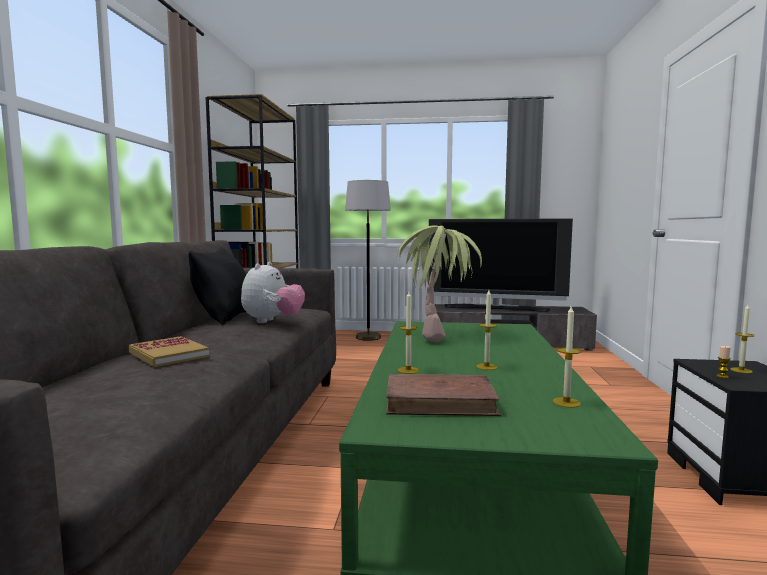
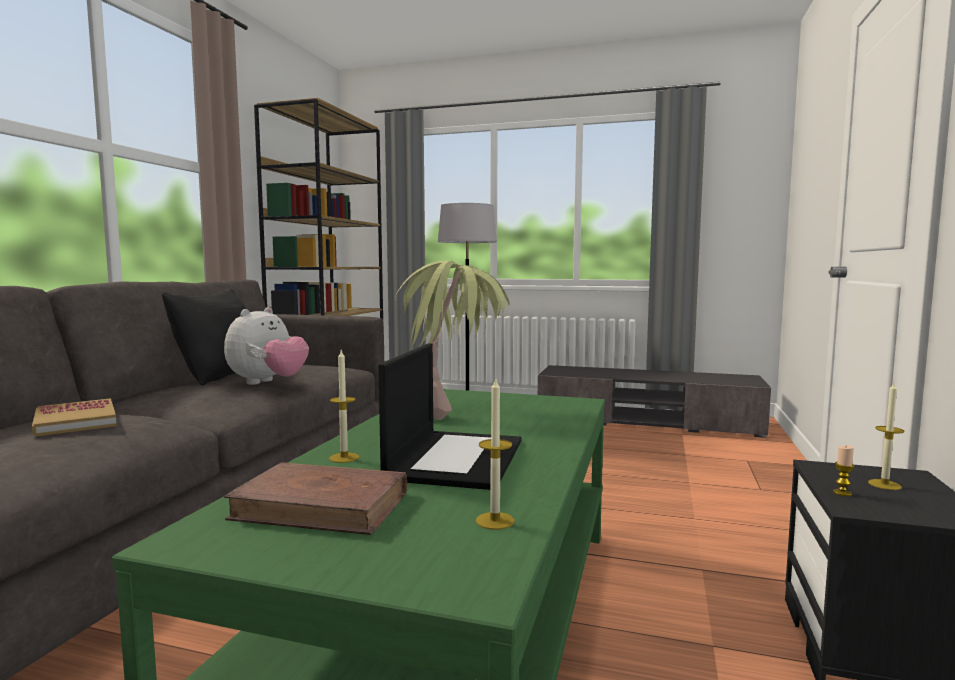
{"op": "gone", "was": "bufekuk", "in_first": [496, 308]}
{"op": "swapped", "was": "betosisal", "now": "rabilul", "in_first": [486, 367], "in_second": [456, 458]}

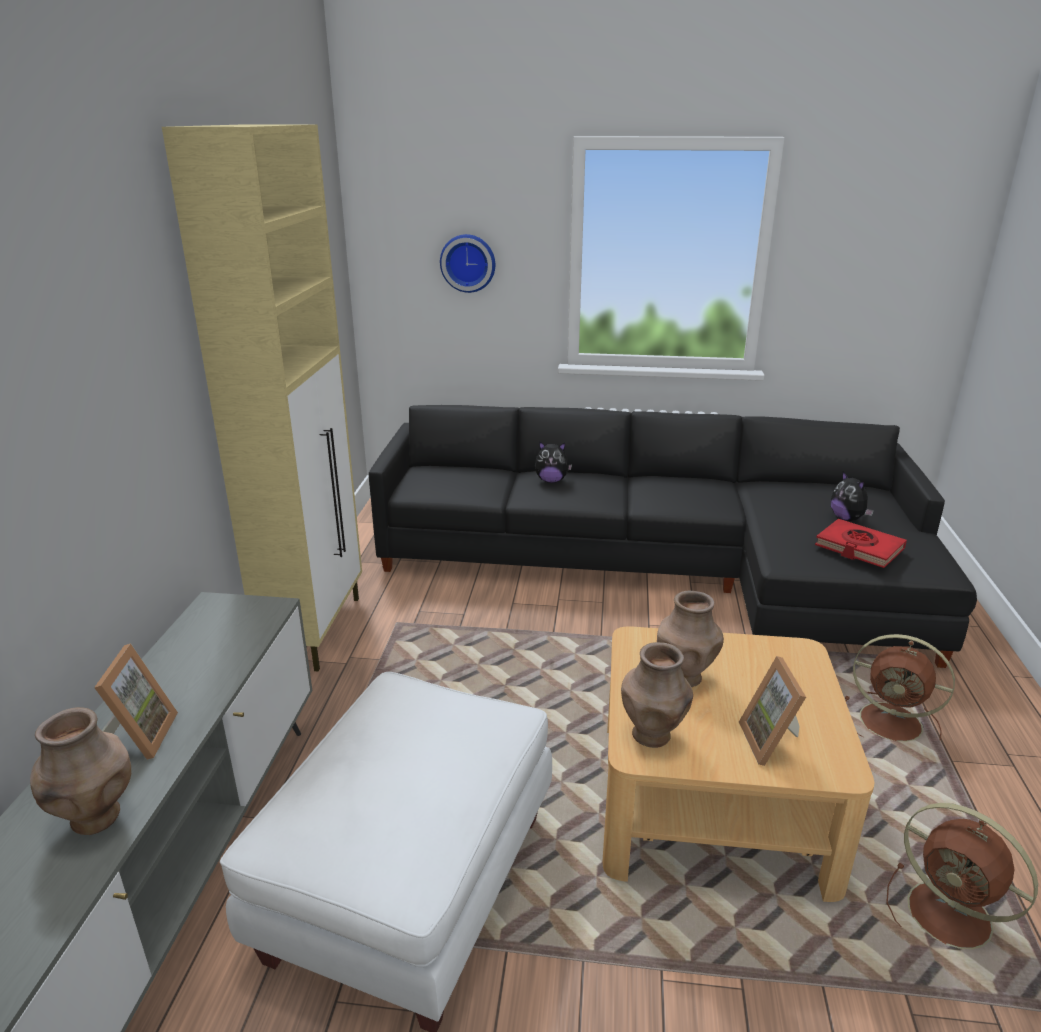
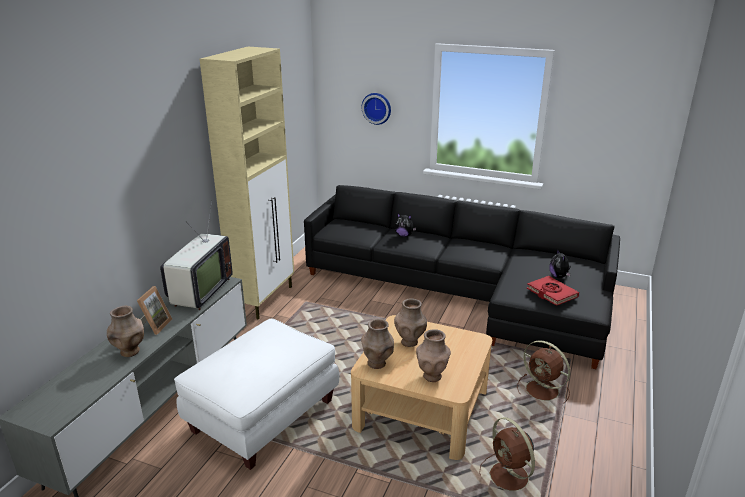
{"op": "swapped", "was": "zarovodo", "now": "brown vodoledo", "in_first": [773, 742], "in_second": [432, 376]}
{"op": "new", "now": "bufekuk", "in_second": [199, 292]}

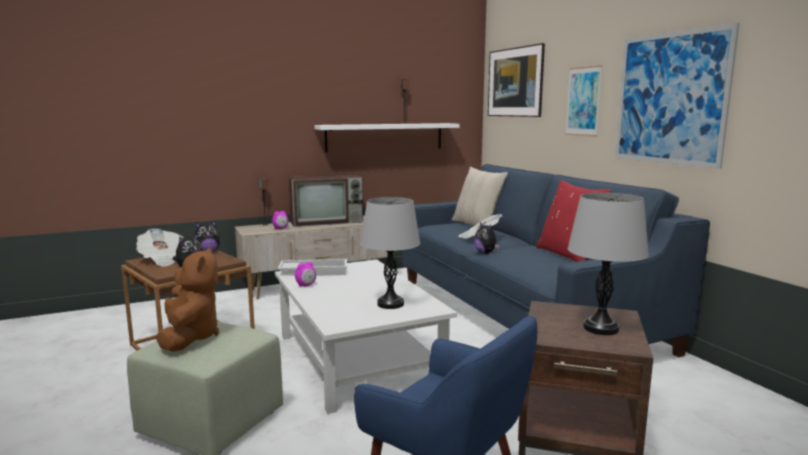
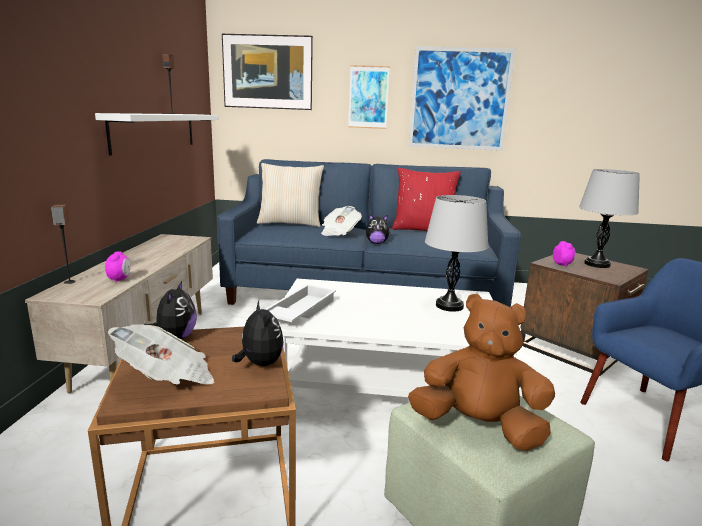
{"op": "gone", "was": "bufekuk", "in_first": [328, 222]}
{"op": "shifted", "was": "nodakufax", "in_first": [306, 285], "in_second": [562, 264]}

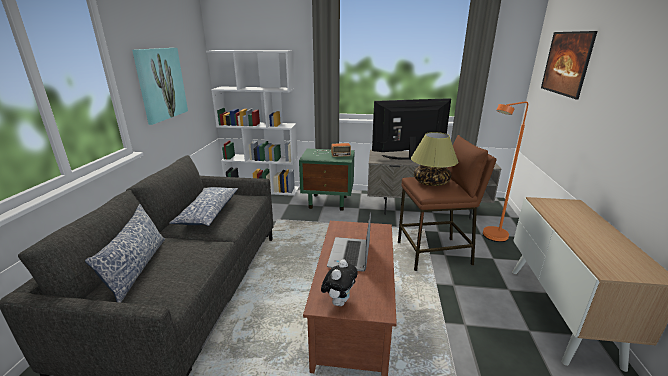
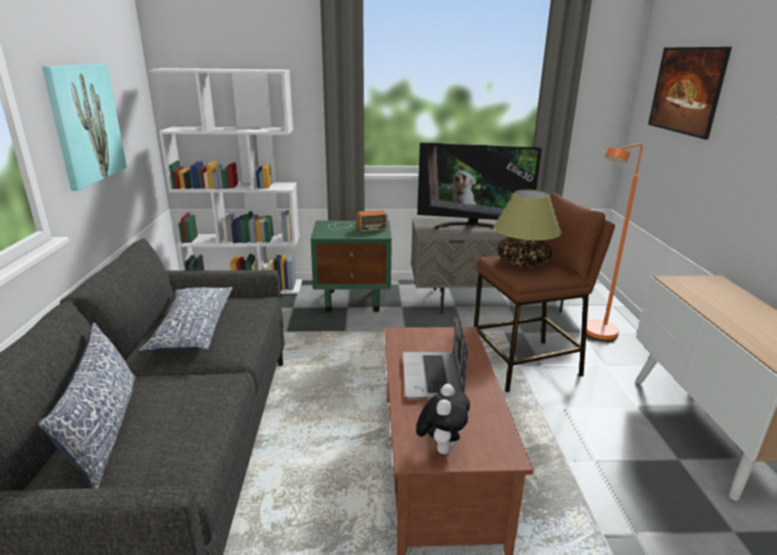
{"op": "rotated", "was": "bufekuk", "in_first": [409, 157], "in_second": [473, 227], "clockwise": -150}

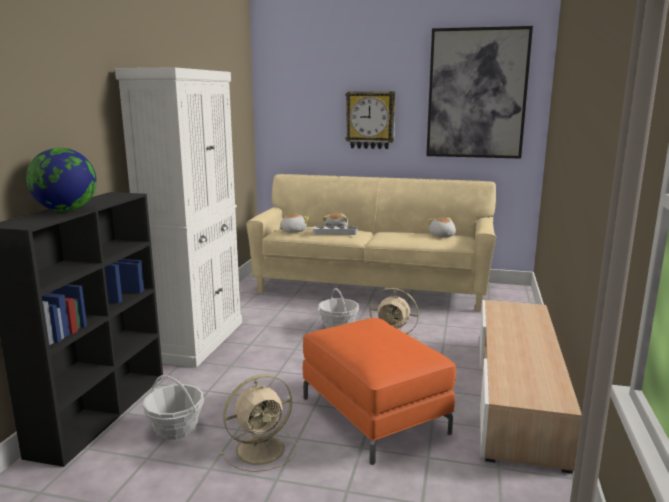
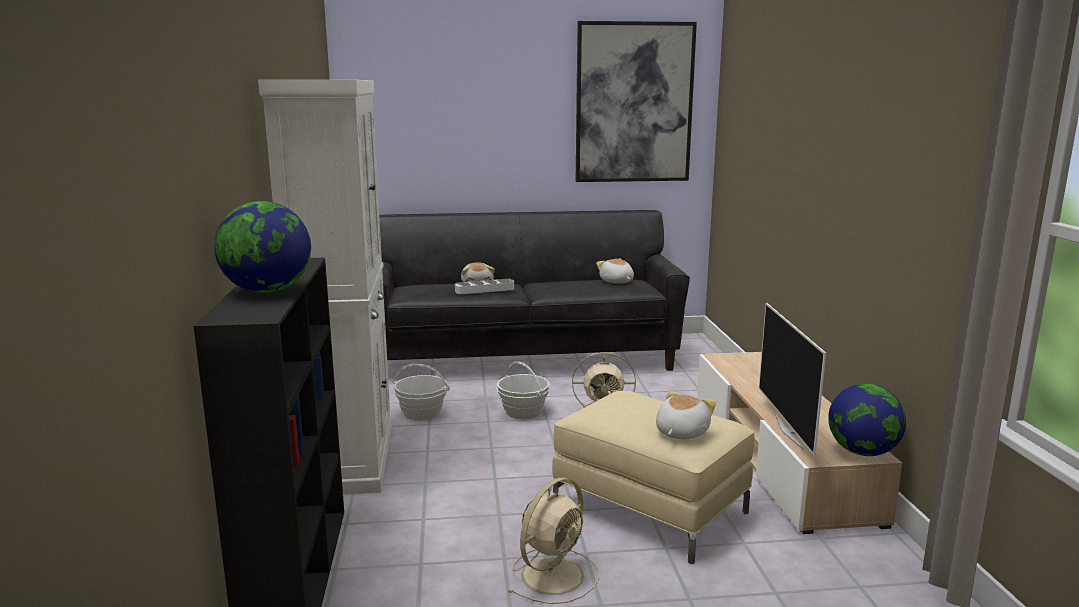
{"op": "gone", "was": "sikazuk", "in_first": [370, 120]}
{"op": "repainted", "was": "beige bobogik", "now": "black bobogik", "in_first": [371, 288], "in_second": [523, 358]}
{"op": "shifted", "was": "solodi", "in_first": [292, 231], "in_second": [680, 432]}
{"op": "repainted", "was": "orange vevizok", "now": "beige vevizok", "in_first": [373, 415], "in_second": [649, 508]}
{"op": "shifted", "was": "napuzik", "in_first": [176, 428], "in_second": [422, 413]}
{"op": "new", "now": "bufekuk", "in_second": [790, 431]}
{"op": "new", "now": "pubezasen", "in_second": [862, 452]}

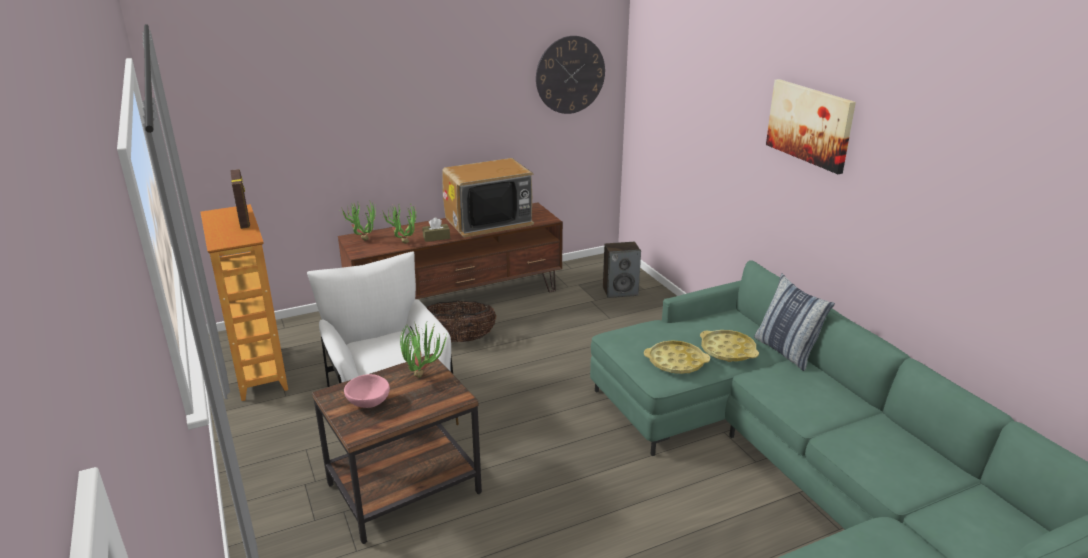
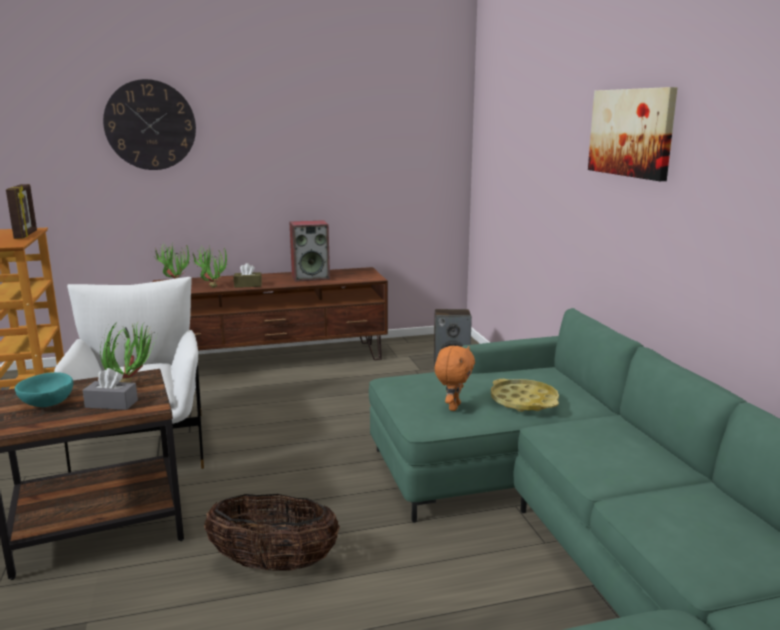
{"op": "shifted", "was": "sikazuk", "in_first": [570, 75], "in_second": [150, 125]}
{"op": "swapped", "was": "bufekuk", "now": "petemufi", "in_first": [488, 221], "in_second": [311, 277]}
{"op": "gone", "was": "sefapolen", "in_first": [786, 351]}
{"op": "shifted", "was": "napuzik", "in_first": [458, 339], "in_second": [274, 564]}
{"op": "swapped", "was": "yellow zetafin", "now": "orange solodi", "in_first": [676, 362], "in_second": [453, 407]}
{"op": "repainted", "was": "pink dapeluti", "now": "turquoise dapeluti", "in_first": [368, 403], "in_second": [46, 404]}
{"op": "new", "now": "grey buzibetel", "in_second": [111, 404]}

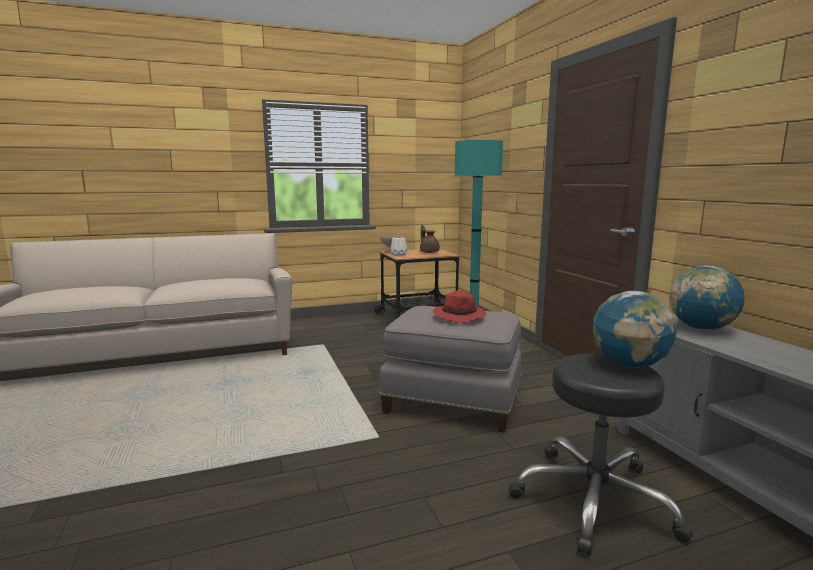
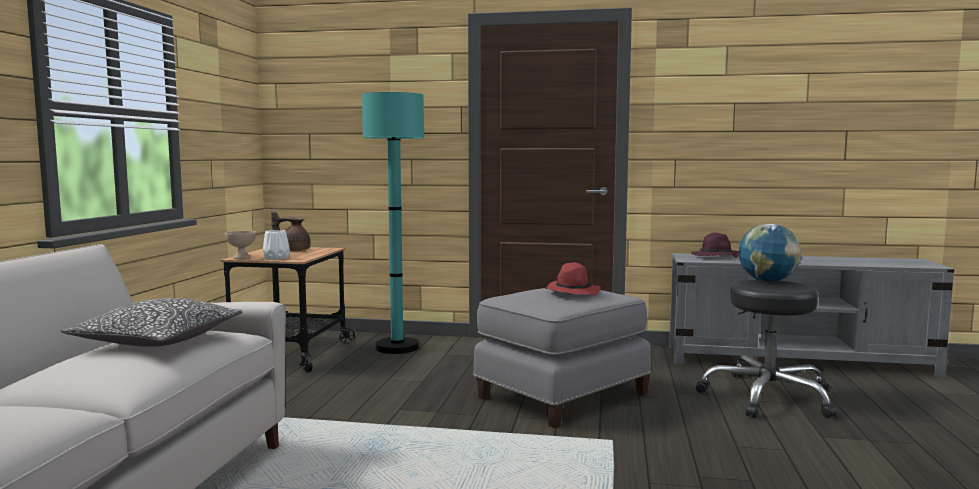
{"op": "swapped", "was": "pubezasen", "now": "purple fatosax", "in_first": [701, 328], "in_second": [715, 257]}
{"op": "new", "now": "sefapolen", "in_second": [158, 340]}

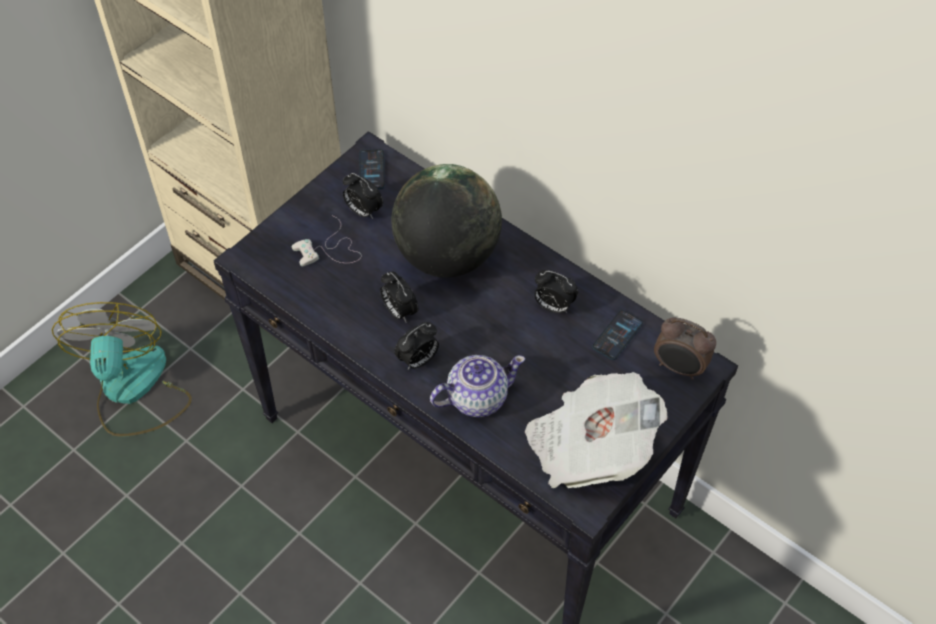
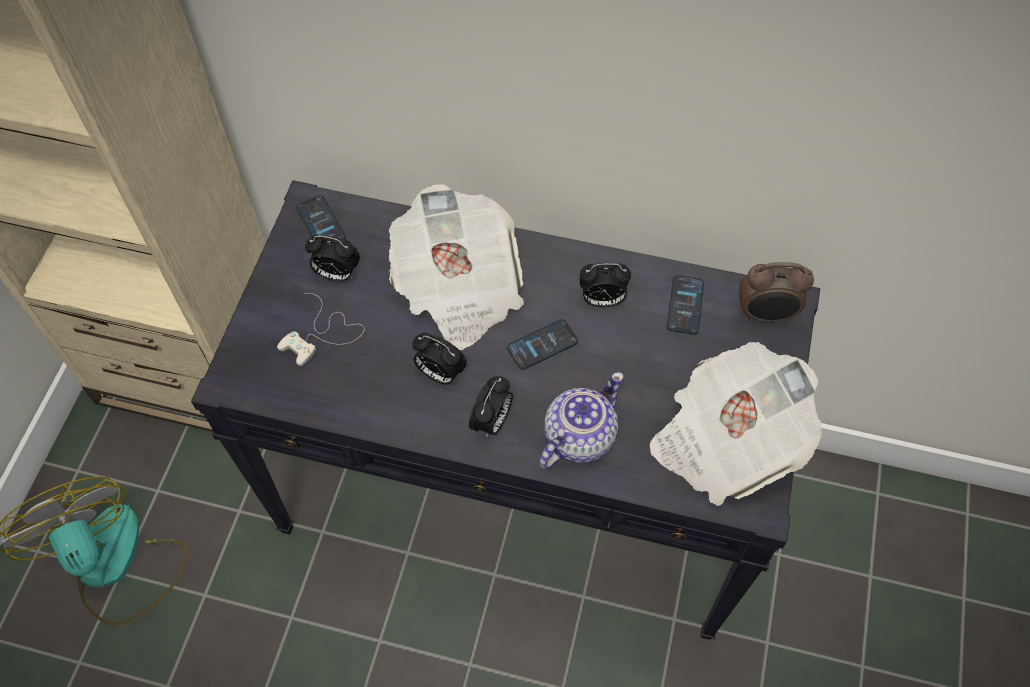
{"op": "swapped", "was": "pubezasen", "now": "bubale", "in_first": [447, 256], "in_second": [459, 288]}
{"op": "new", "now": "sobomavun", "in_second": [542, 345]}

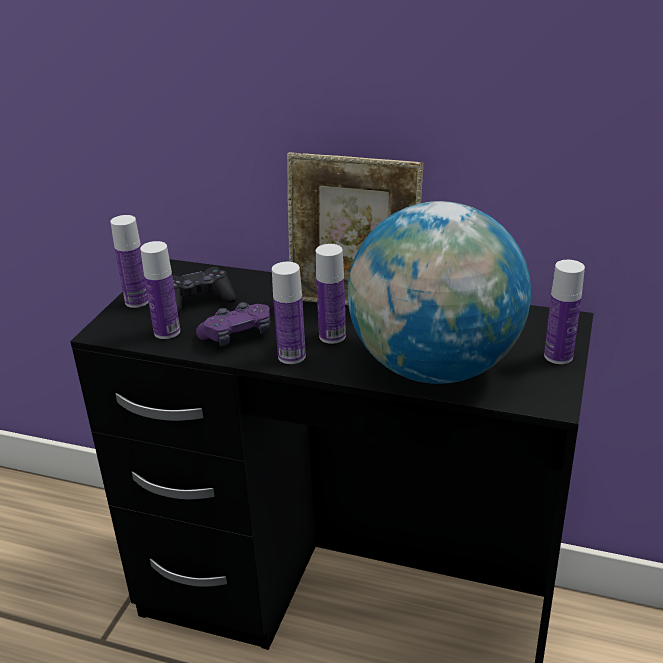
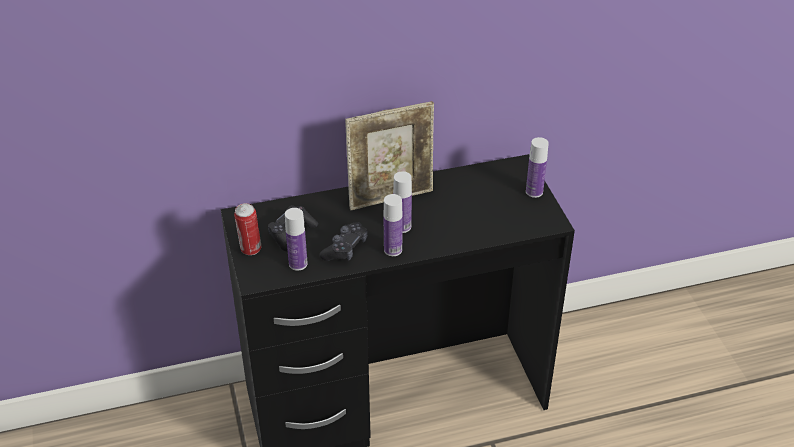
{"op": "gone", "was": "pubezasen", "in_first": [435, 367]}
{"op": "swapped", "was": "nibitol", "now": "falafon", "in_first": [137, 301], "in_second": [250, 249]}
{"op": "repainted", "was": "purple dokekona", "now": "black dokekona", "in_first": [237, 335], "in_second": [345, 248]}

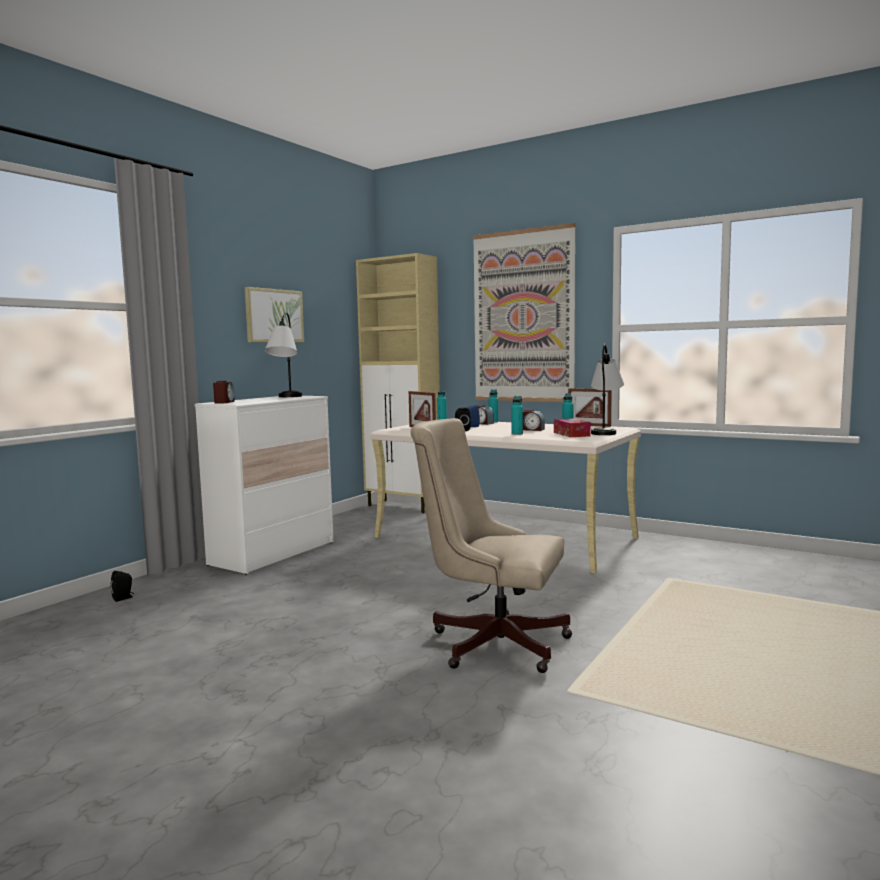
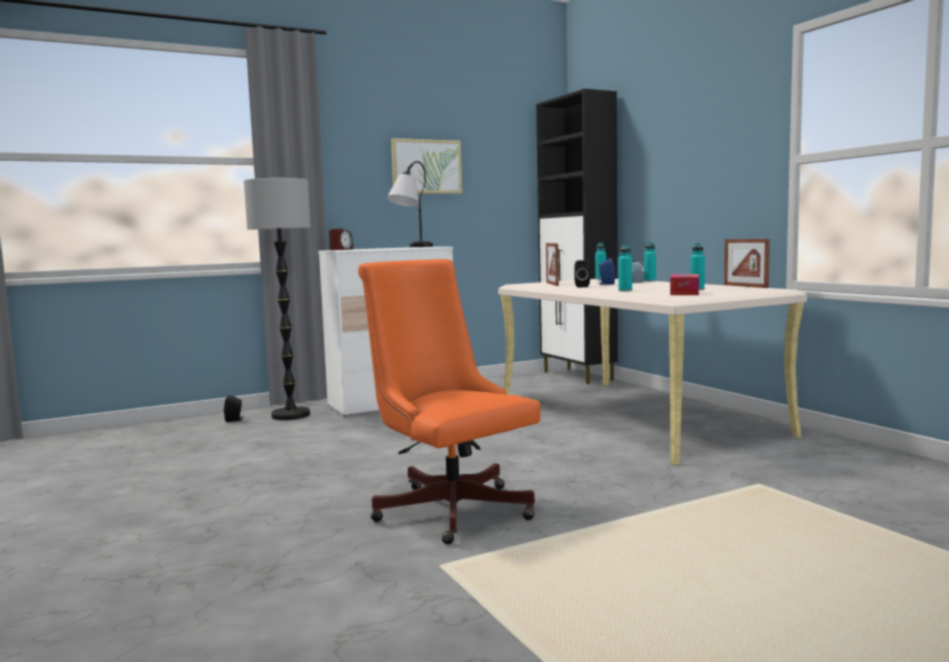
{"op": "gone", "was": "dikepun", "in_first": [523, 316]}
{"op": "repainted", "was": "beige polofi", "now": "black polofi", "in_first": [404, 506], "in_second": [578, 376]}
{"op": "gone", "was": "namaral", "in_first": [606, 431]}
{"op": "gone", "was": "nodakufax", "in_first": [532, 429]}
{"op": "repainted", "was": "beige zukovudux", "now": "orange zukovudux", "in_first": [491, 642], "in_second": [448, 507]}
{"op": "new", "now": "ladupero", "in_second": [290, 415]}

